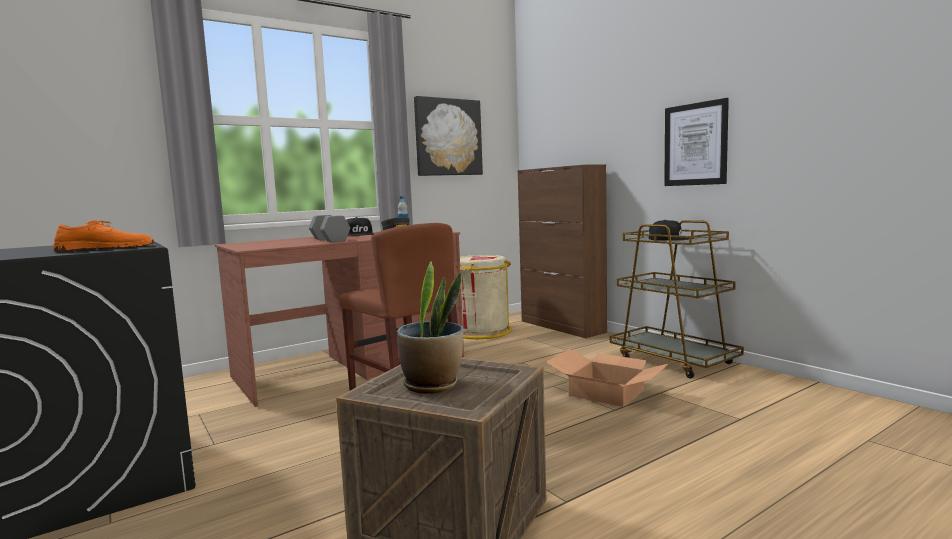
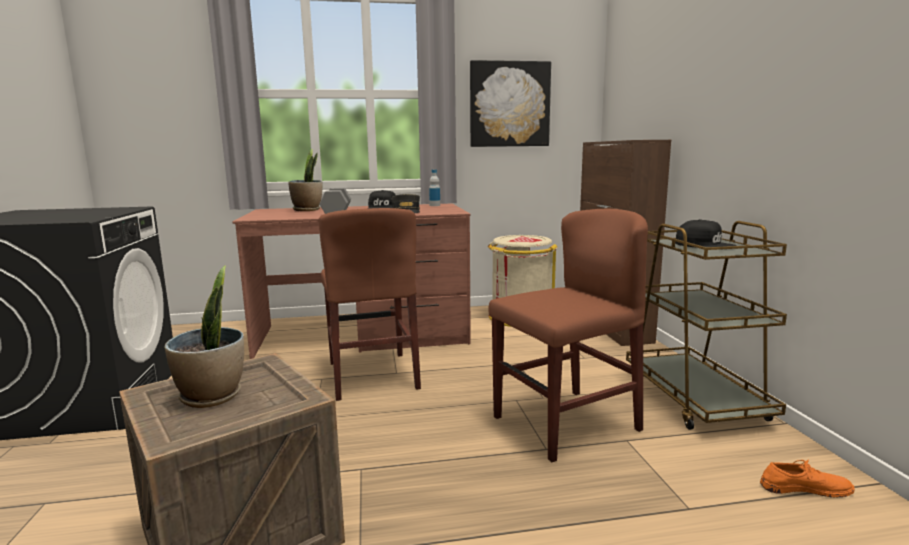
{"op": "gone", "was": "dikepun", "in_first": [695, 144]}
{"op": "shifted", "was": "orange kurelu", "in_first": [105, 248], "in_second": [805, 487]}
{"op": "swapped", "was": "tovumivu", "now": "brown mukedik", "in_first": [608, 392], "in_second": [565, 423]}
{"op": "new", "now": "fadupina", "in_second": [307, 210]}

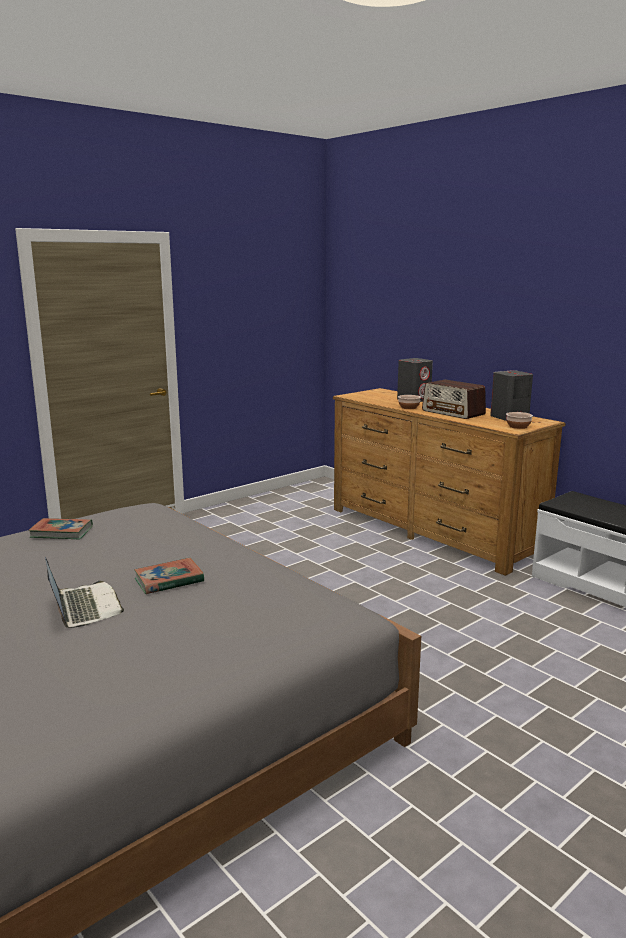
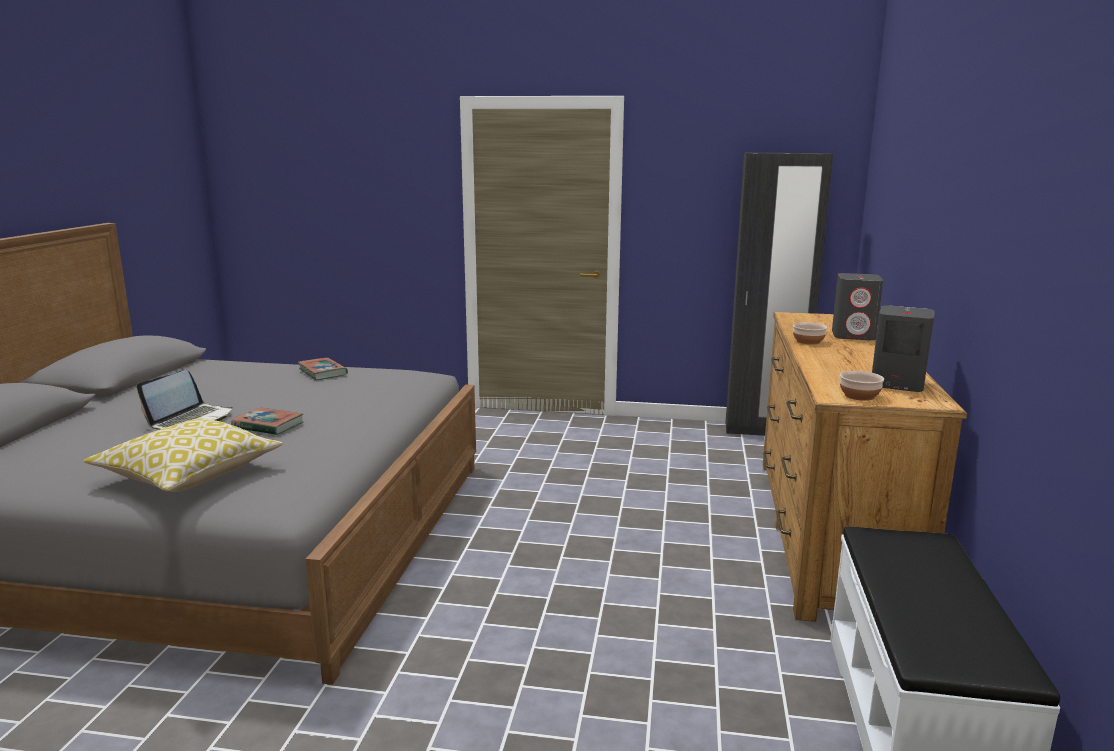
{"op": "gone", "was": "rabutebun", "in_first": [453, 413]}
{"op": "new", "now": "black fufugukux", "in_second": [764, 431]}
{"op": "new", "now": "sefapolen", "in_second": [189, 474]}

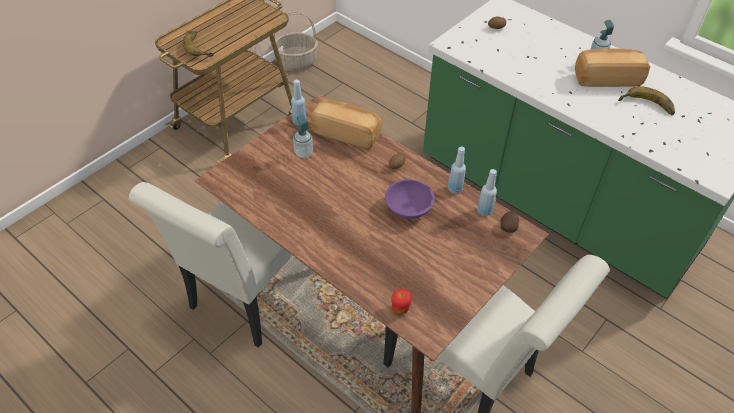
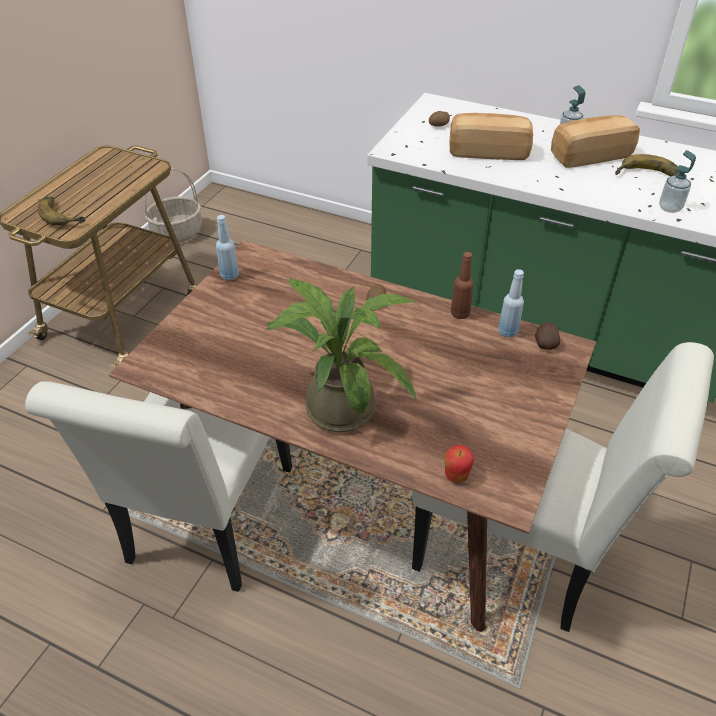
{"op": "shifted", "was": "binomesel", "in_first": [346, 133], "in_second": [488, 151]}
{"op": "shifted", "was": "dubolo", "in_first": [303, 153], "in_second": [670, 208]}
{"op": "repainted", "was": "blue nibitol", "now": "brown nibitol", "in_first": [455, 188], "in_second": [460, 314]}
{"op": "gone", "was": "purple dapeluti", "in_first": [408, 208]}
{"op": "new", "now": "fadupina", "in_second": [338, 403]}

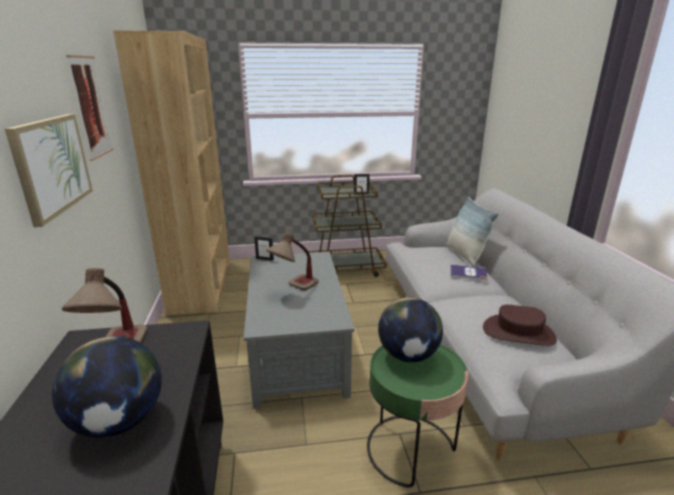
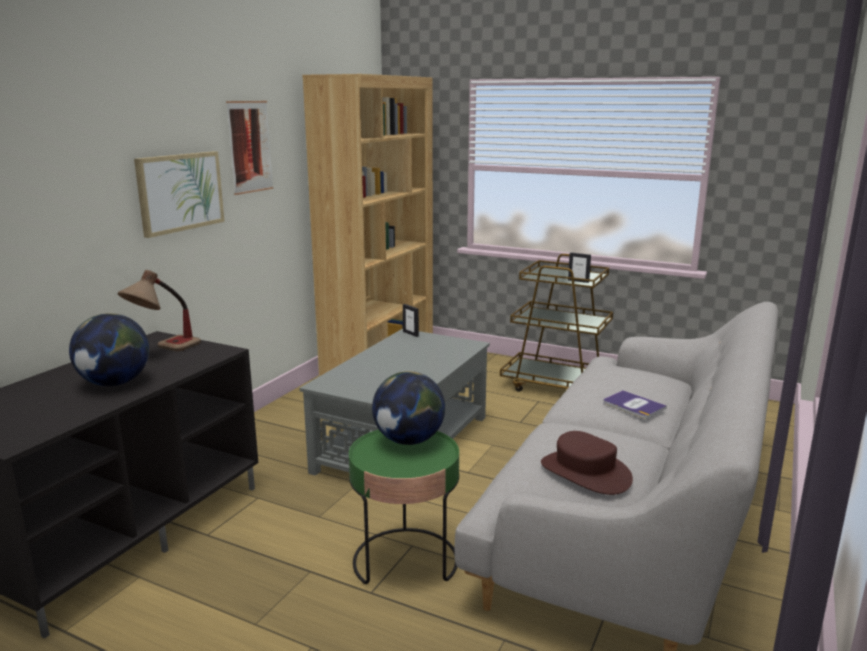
{"op": "gone", "was": "sefapolen", "in_first": [465, 255]}
{"op": "gone", "was": "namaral", "in_first": [294, 289]}

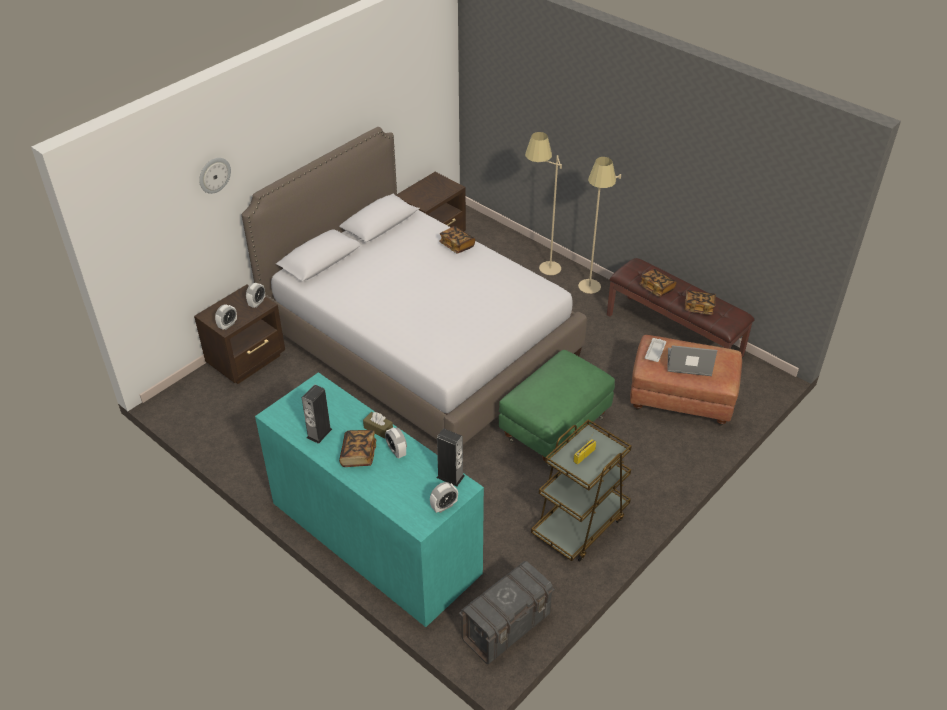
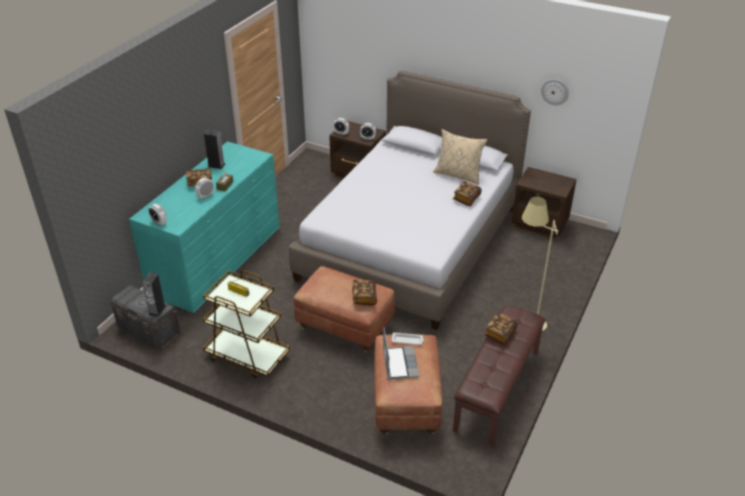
{"op": "gone", "was": "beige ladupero", "in_first": [541, 271]}
{"op": "shifted", "was": "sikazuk", "in_first": [214, 175], "in_second": [555, 91]}
{"op": "shifted", "was": "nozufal", "in_first": [698, 308], "in_second": [364, 297]}
{"op": "repainted", "was": "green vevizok", "now": "brown vevizok", "in_first": [554, 428], "in_second": [345, 327]}
{"op": "shifted", "was": "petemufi", "in_first": [450, 476], "in_second": [157, 310]}
{"op": "new", "now": "beige sefapolen", "in_second": [458, 175]}

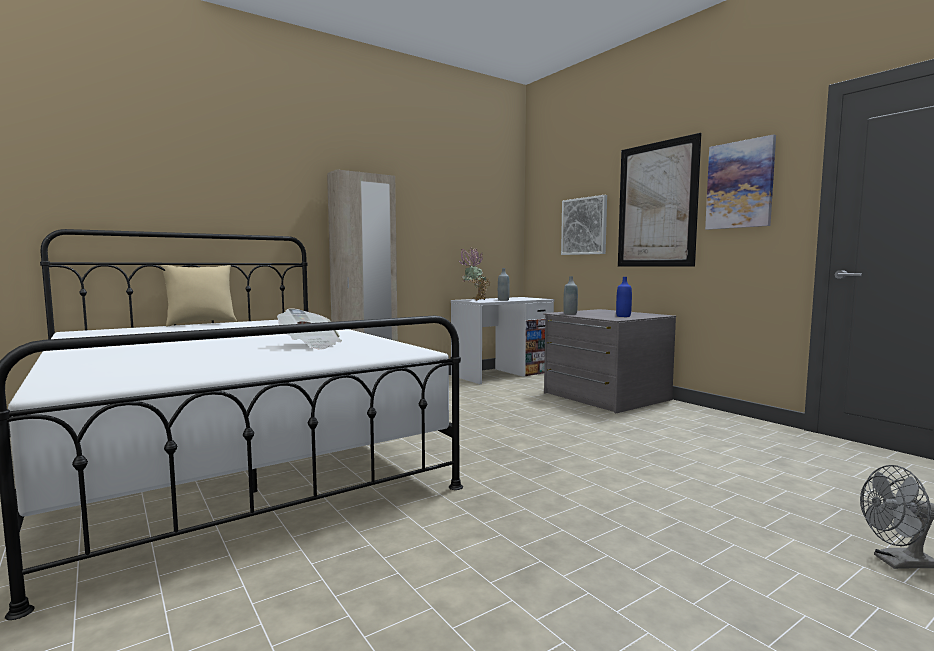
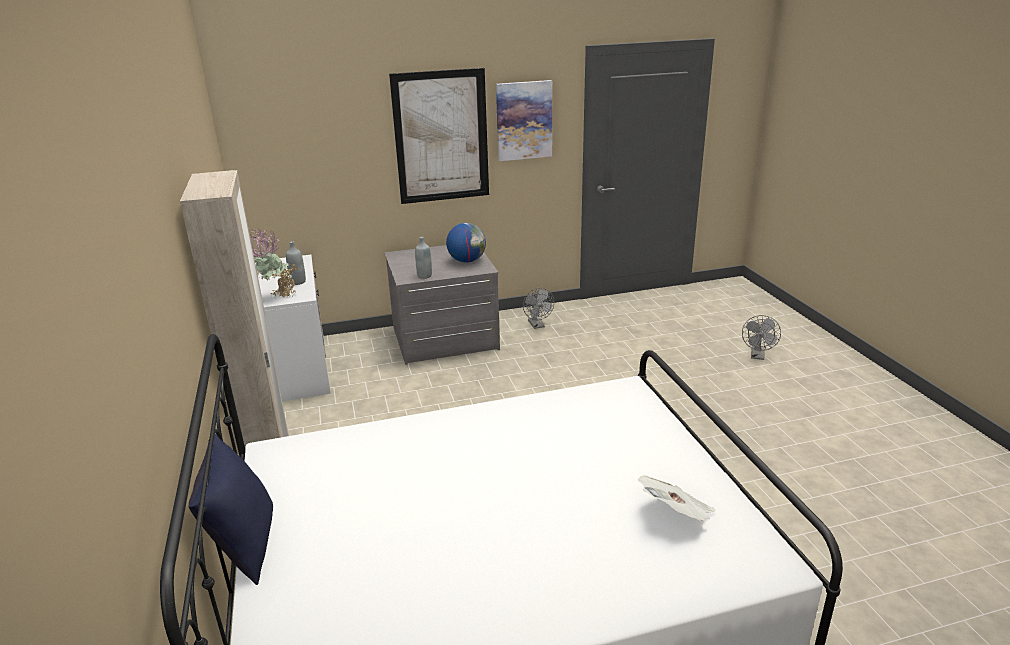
{"op": "gone", "was": "dikepun", "in_first": [584, 226]}
{"op": "repainted", "was": "beige sefapolen", "now": "blue sefapolen", "in_first": [201, 323], "in_second": [244, 547]}
{"op": "swapped", "was": "blue nibitol", "now": "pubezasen", "in_first": [623, 316], "in_second": [467, 261]}
{"op": "shifted", "was": "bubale", "in_first": [310, 345], "in_second": [676, 514]}
{"op": "new", "now": "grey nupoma", "in_second": [537, 325]}

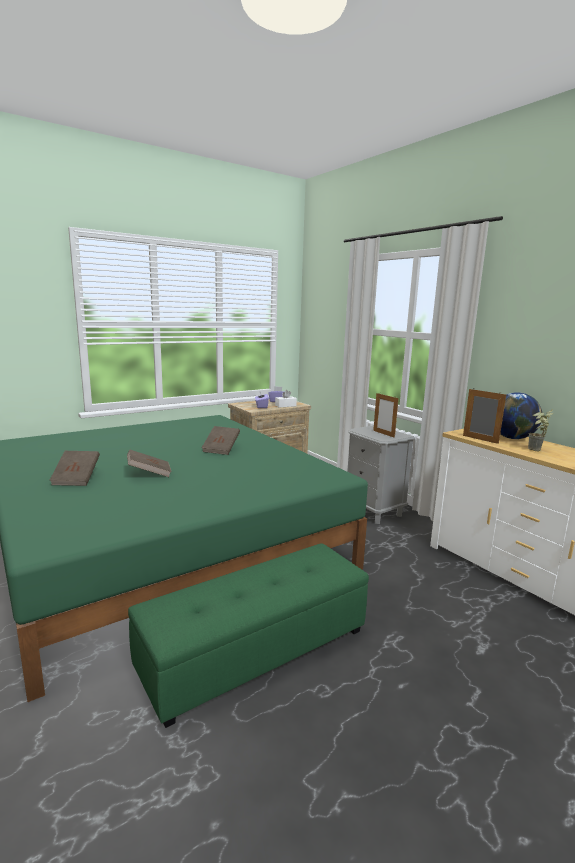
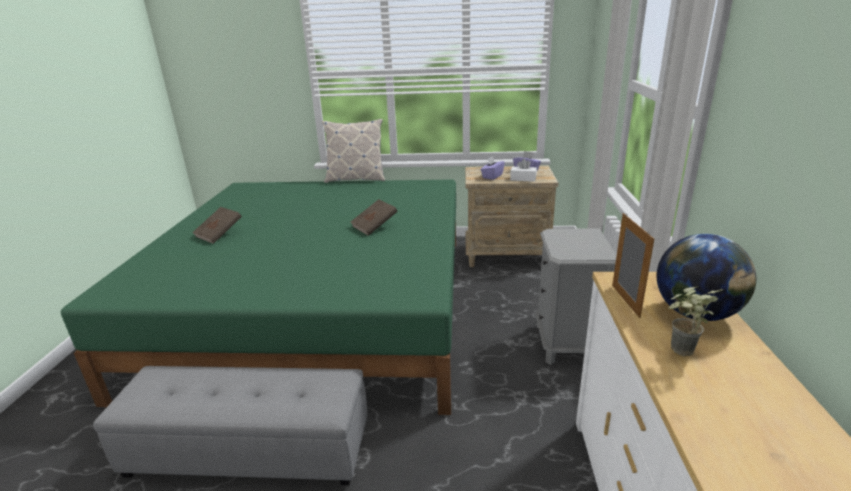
{"op": "gone", "was": "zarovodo", "in_first": [383, 434]}
{"op": "gone", "was": "brown nozufal", "in_first": [149, 473]}
{"op": "repainted", "was": "green vevizok", "now": "grey vevizok", "in_first": [255, 649], "in_second": [249, 448]}
{"op": "new", "now": "sefapolen", "in_second": [356, 179]}

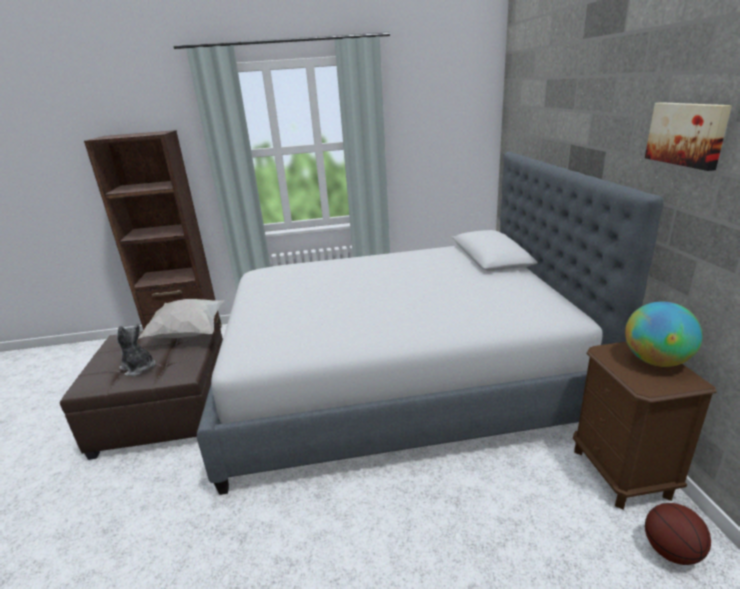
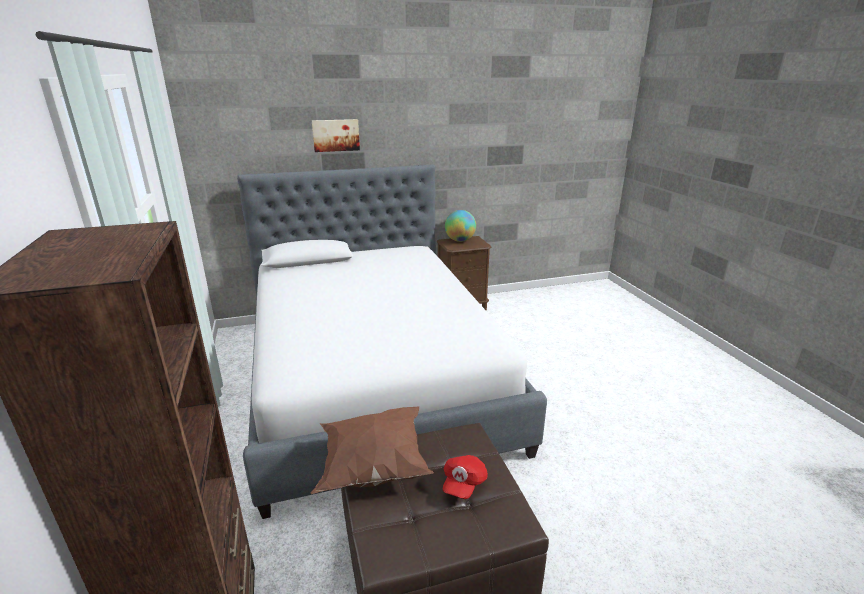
{"op": "shifted", "was": "dikepun", "in_first": [687, 134], "in_second": [335, 135]}
{"op": "repainted", "was": "white sefapolen", "now": "brown sefapolen", "in_first": [188, 333], "in_second": [373, 467]}
{"op": "swapped", "was": "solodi", "now": "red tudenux", "in_first": [139, 368], "in_second": [463, 484]}
{"op": "gone", "was": "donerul", "in_first": [671, 551]}

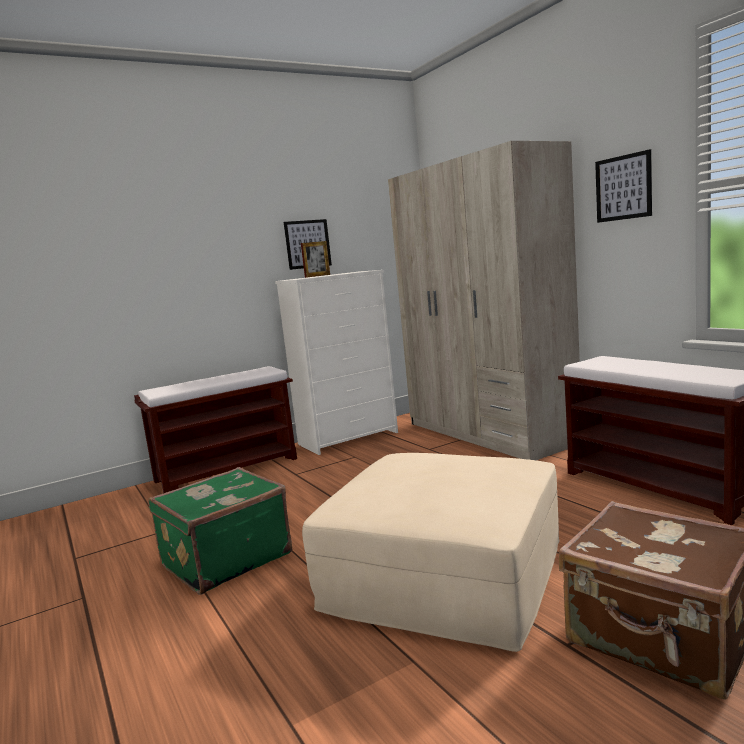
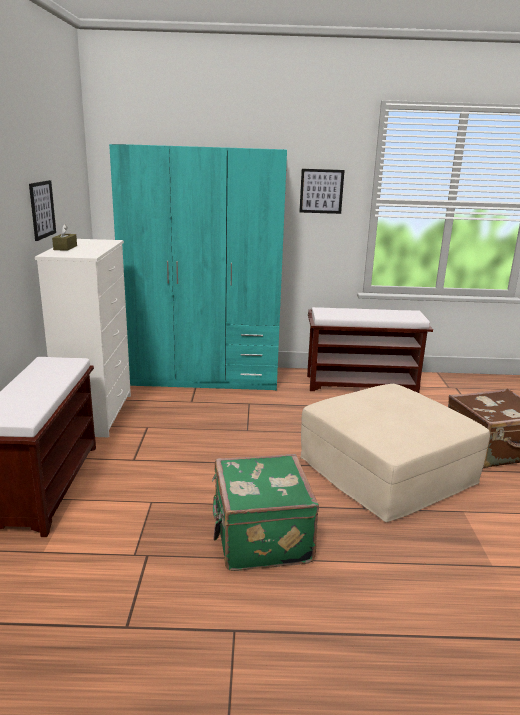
{"op": "repainted", "was": "beige fufugukux", "now": "turquoise fufugukux", "in_first": [488, 433], "in_second": [203, 377]}
{"op": "swapped", "was": "zarovodo", "now": "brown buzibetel", "in_first": [317, 276], "in_second": [65, 248]}

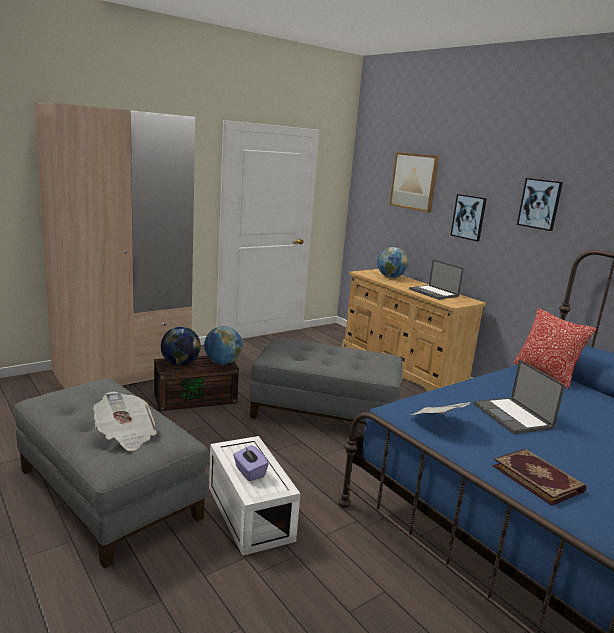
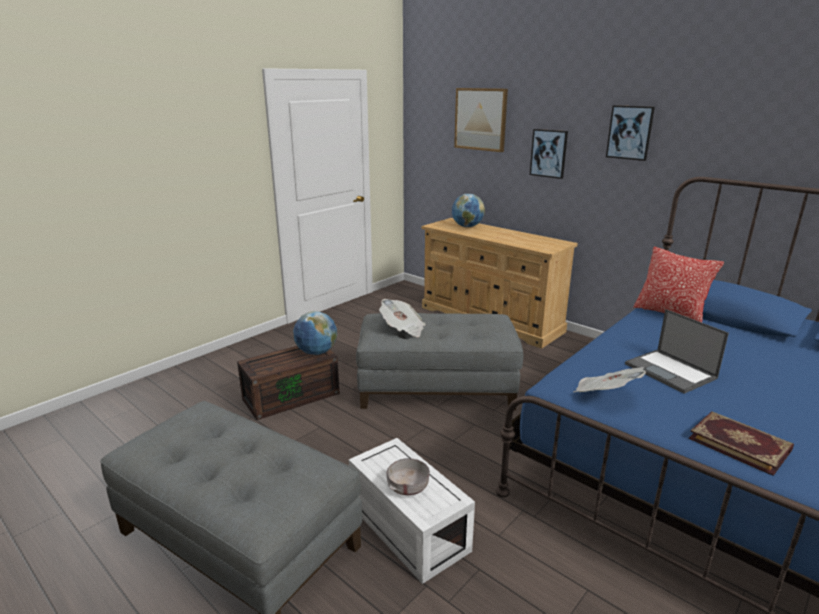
{"op": "gone", "was": "beige fufugukux", "in_first": [122, 372]}
{"op": "gone", "was": "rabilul", "in_first": [434, 293]}
{"op": "gone", "was": "pubezasen", "in_first": [180, 364]}
{"op": "shifted", "was": "bubale", "in_first": [125, 435], "in_second": [403, 329]}
{"op": "swapped", "was": "purple buzibetel", "now": "grey dapeluti", "in_first": [249, 472], "in_second": [408, 487]}

